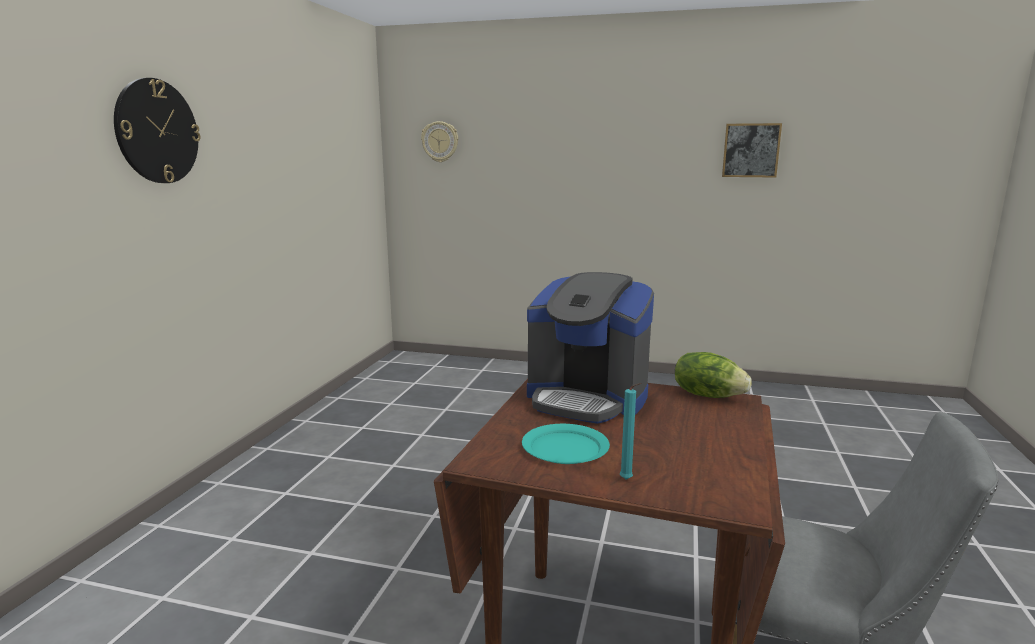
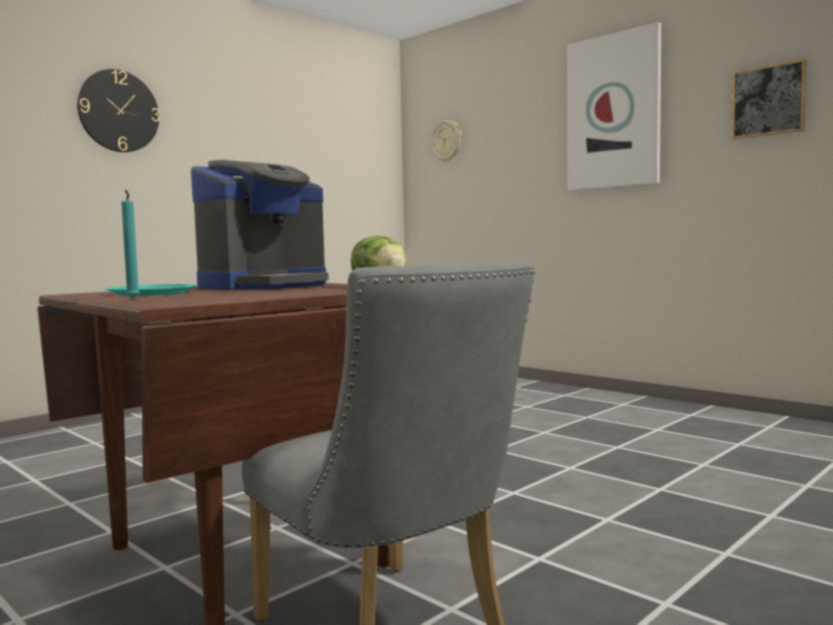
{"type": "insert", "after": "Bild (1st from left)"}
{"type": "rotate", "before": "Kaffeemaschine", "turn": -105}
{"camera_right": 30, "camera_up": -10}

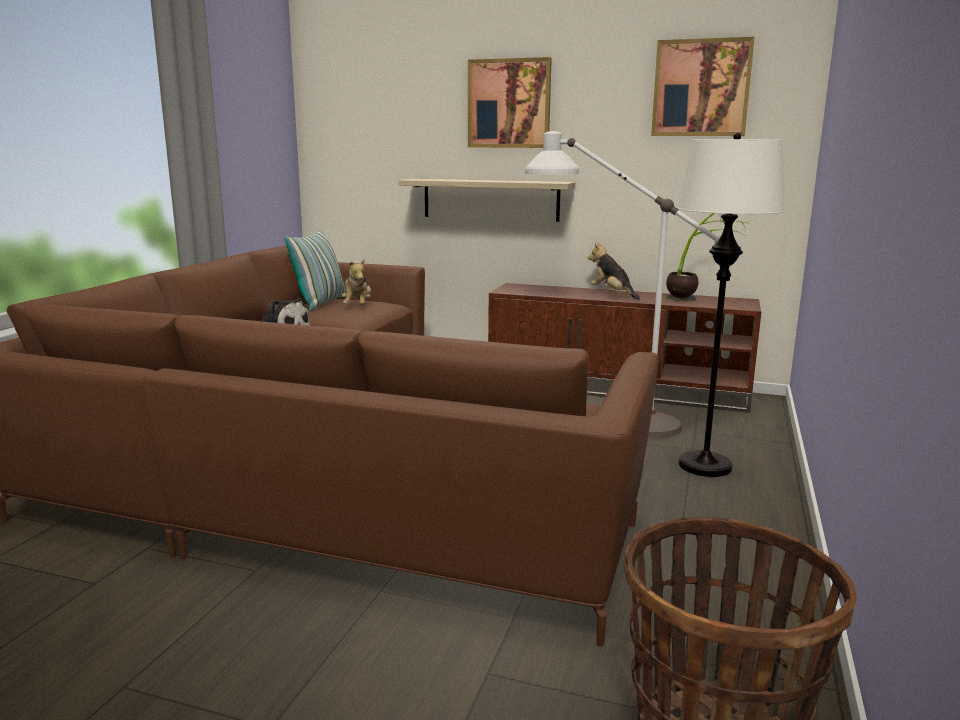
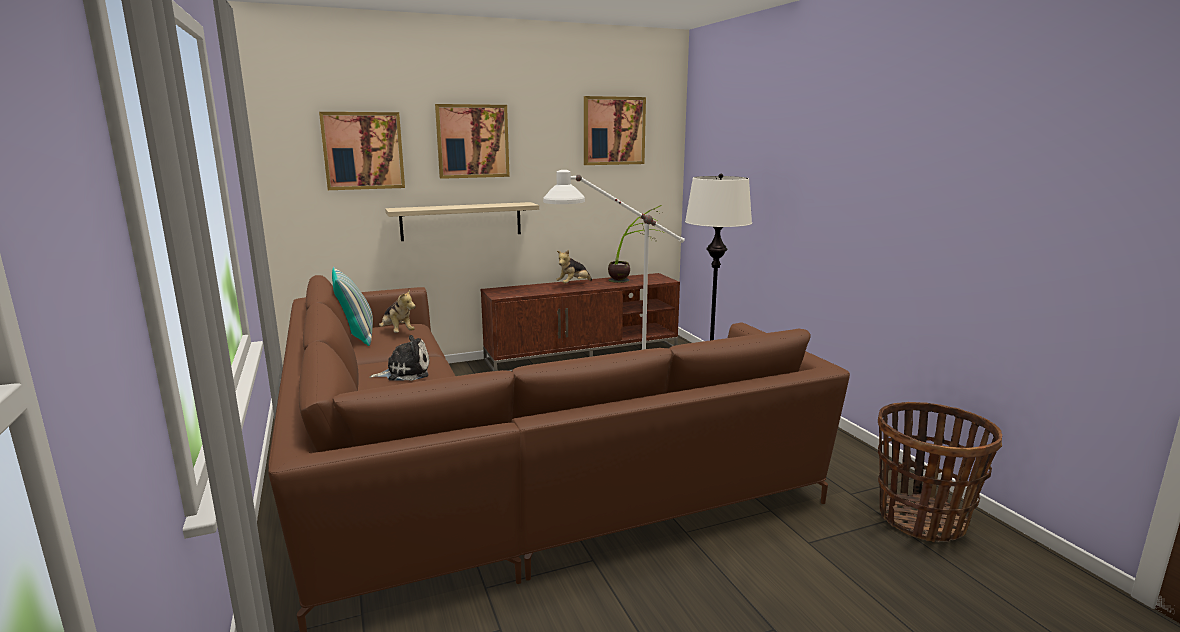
{"type": "insert", "after": "Bild (1st from left)"}
{"type": "rotate", "before": "Plüschtier (3rd from left)", "turn": -60}
{"camera_right": -40, "camera_up": 0}

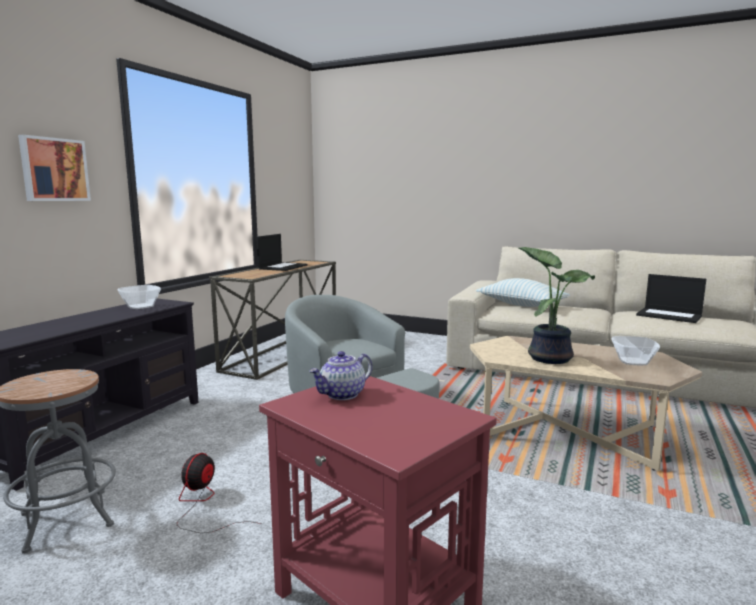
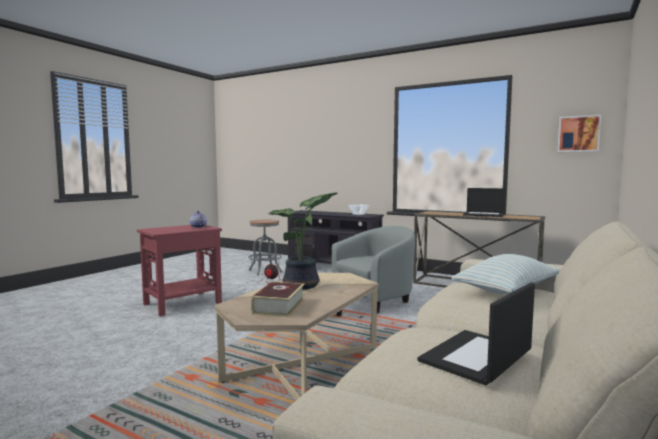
{"type": "move", "before": "Bild"}
{"type": "replace", "before": "Schüssel (2nd from left)", "after": "Buch"}
{"camera_right": 95, "camera_up": -5}

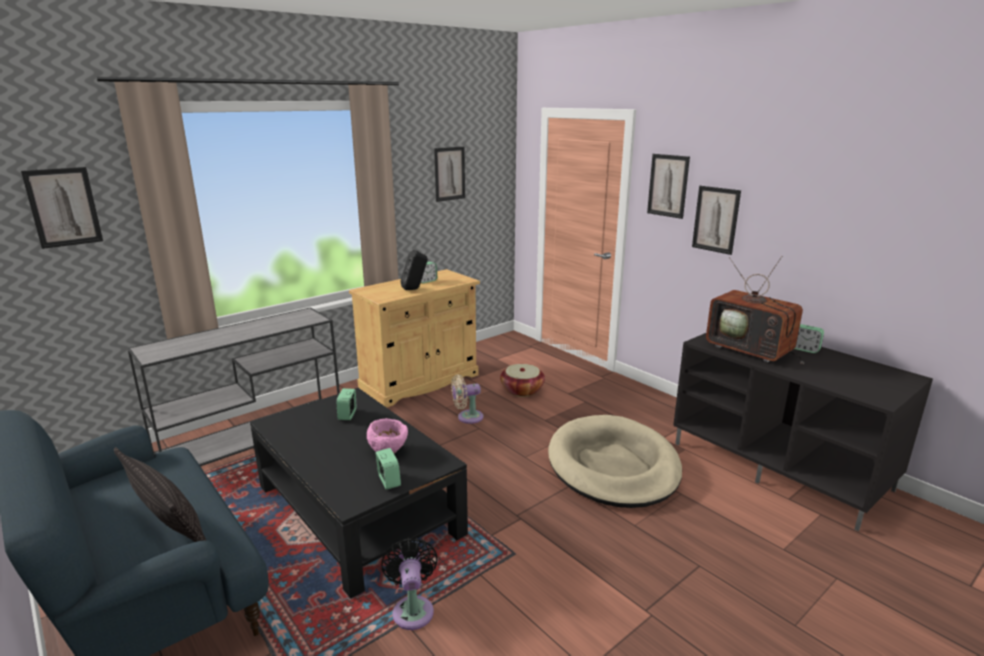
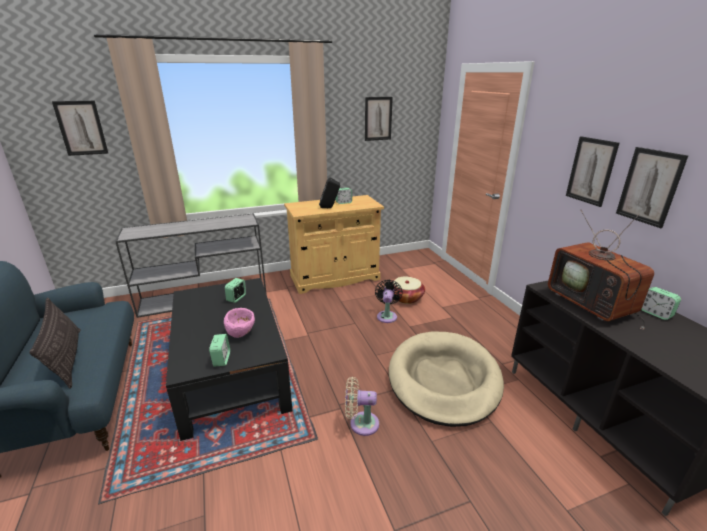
{"type": "move", "before": "Ventilator/schwarz"}
{"type": "move", "before": "Ventilator/beige"}
{"type": "move", "before": "Bild (3rd from left in the first image)", "after": "Bild (4th from left)"}
{"camera_right": 20, "camera_up": 5}

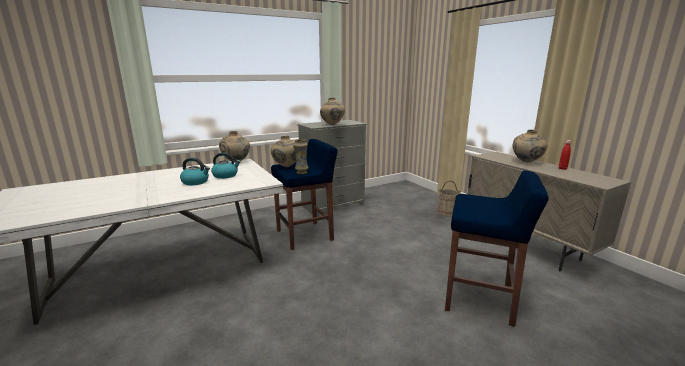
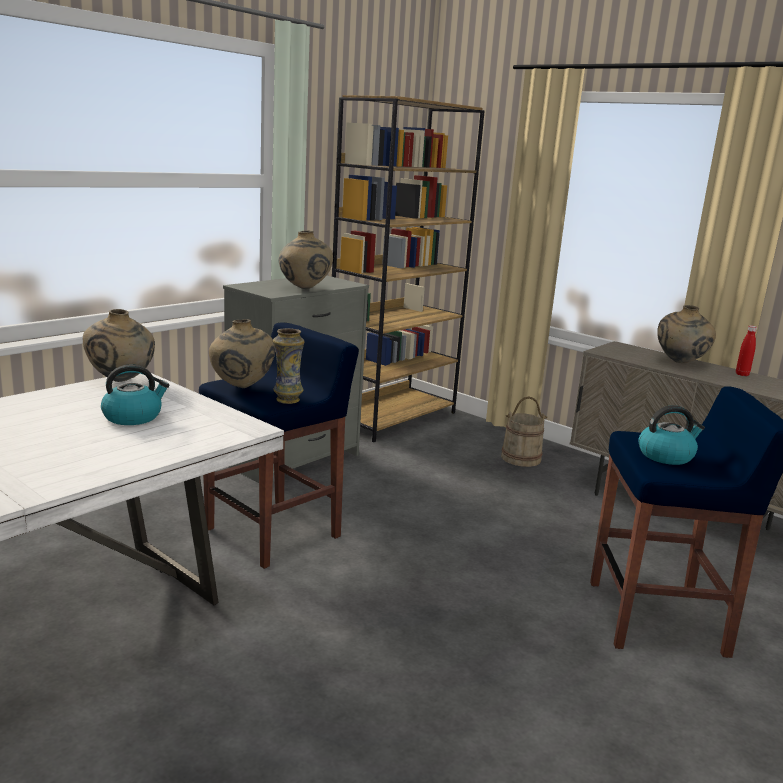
{"type": "insert", "after": "Bücherregal/braun"}
{"type": "move", "before": "Wasserkessel (1st from left in the first image)", "after": "Wasserkessel (2nd from left)"}
{"camera_right": -20, "camera_up": 0}

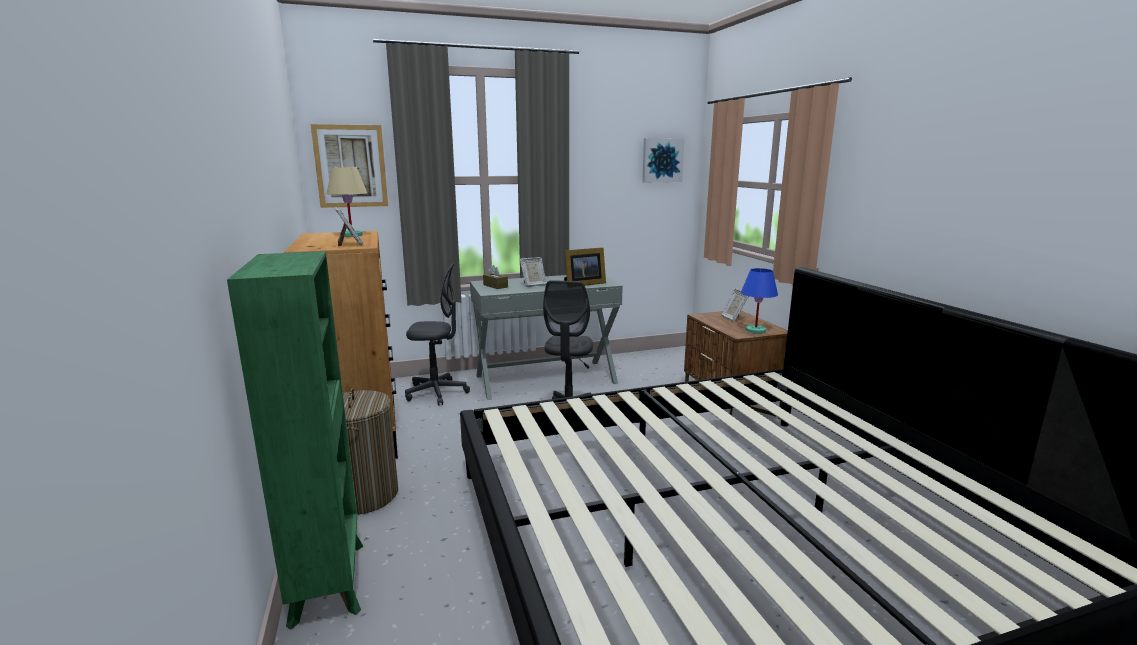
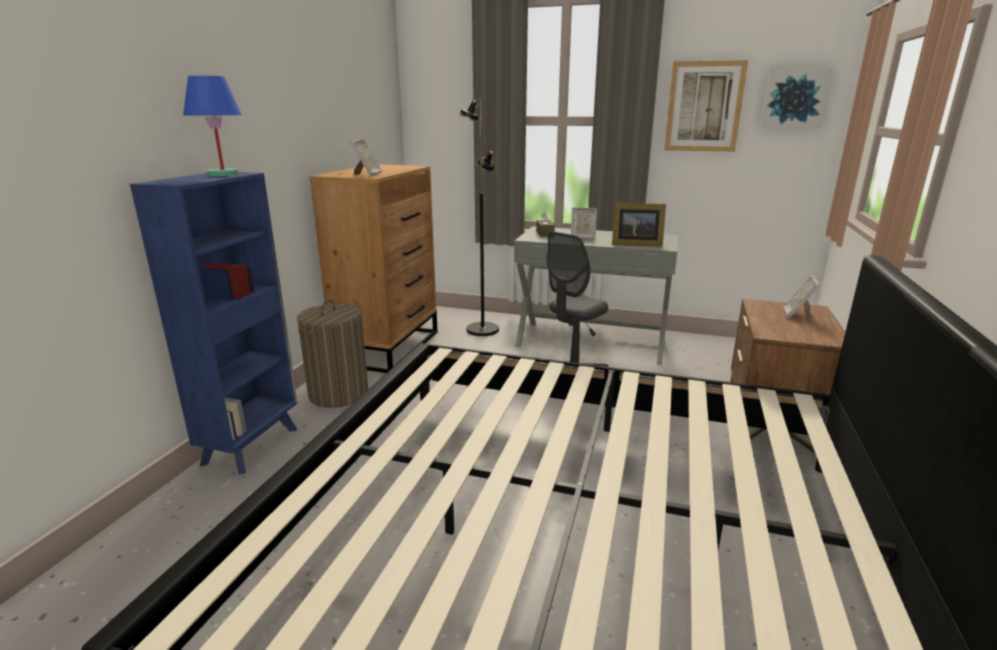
{"type": "delete", "before": "Tischlampe/beige"}
{"type": "move", "before": "Bild (1st from left)"}
{"type": "move", "before": "Tischlampe/blau"}
{"type": "replace", "before": "Bürostuhl/grau (1st from left)", "after": "Stehlampe/schwarz"}
{"type": "recolor", "before": "Bücherregal/grün", "after": "Bücherregal/blau"}
{"camera_right": 35, "camera_up": 5}

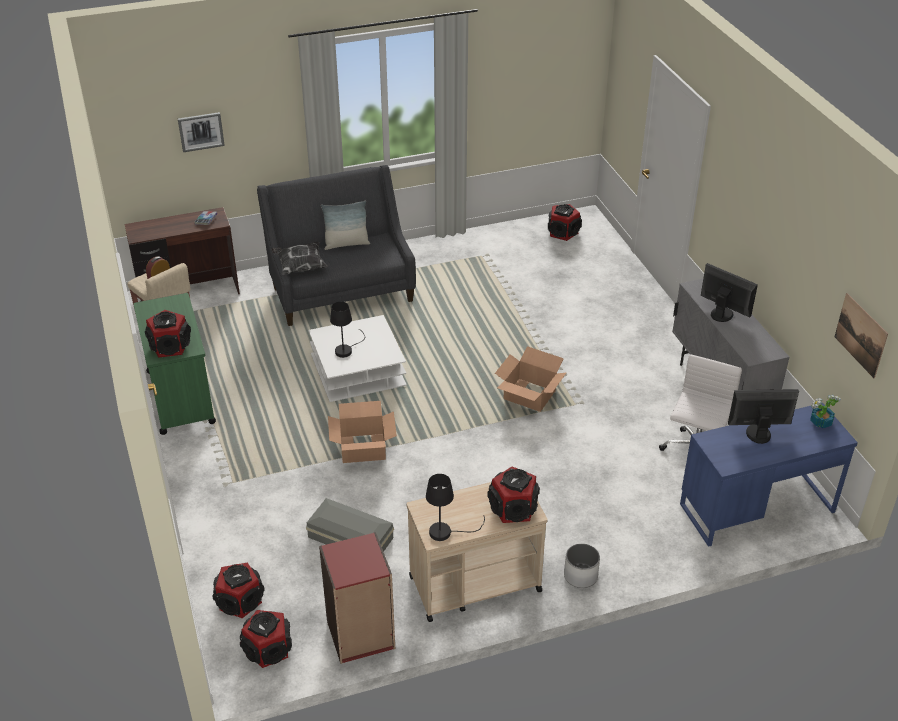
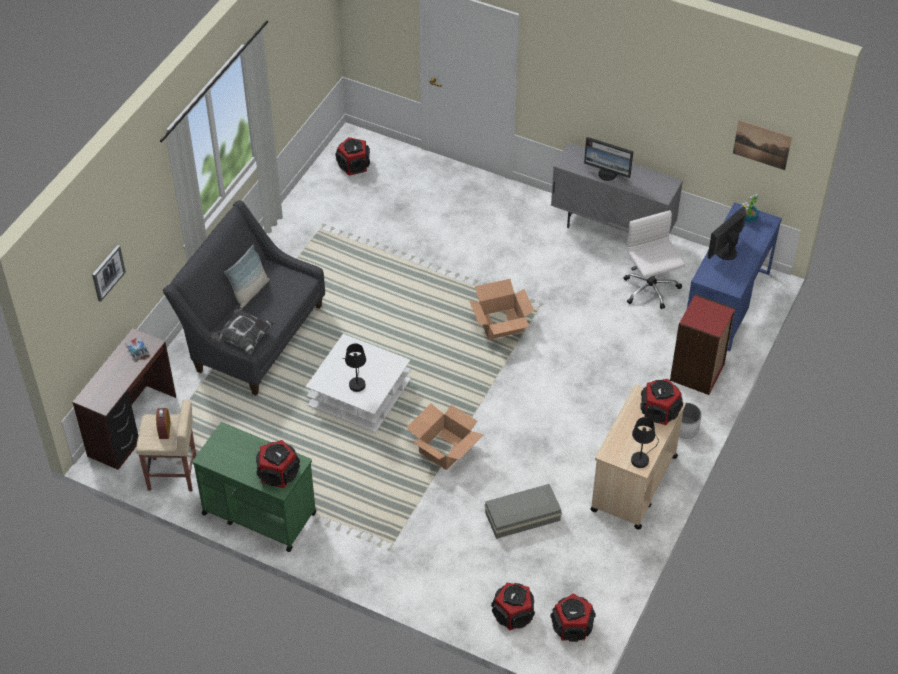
{"type": "move", "before": "Bücherregal/rot"}
{"type": "rotate", "before": "Monitor (1st from left)", "turn": -150}
{"camera_right": -45, "camera_up": 10}

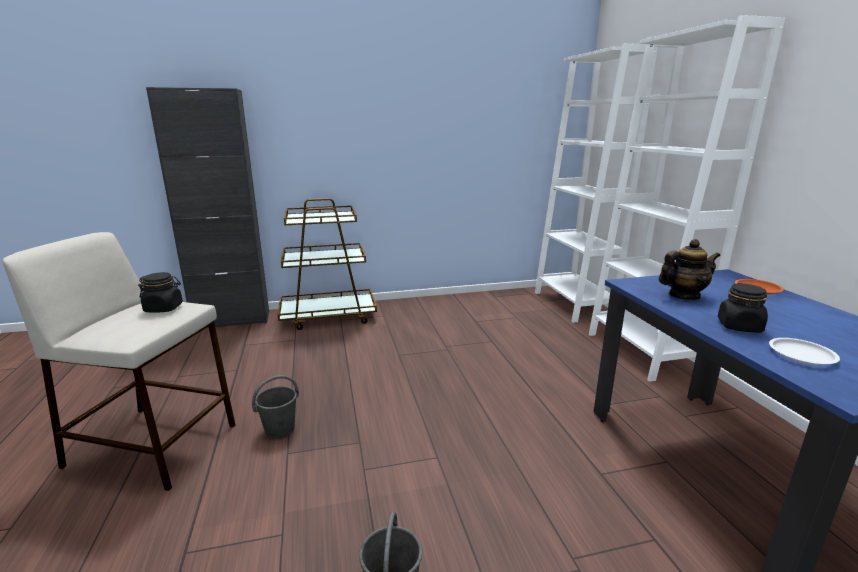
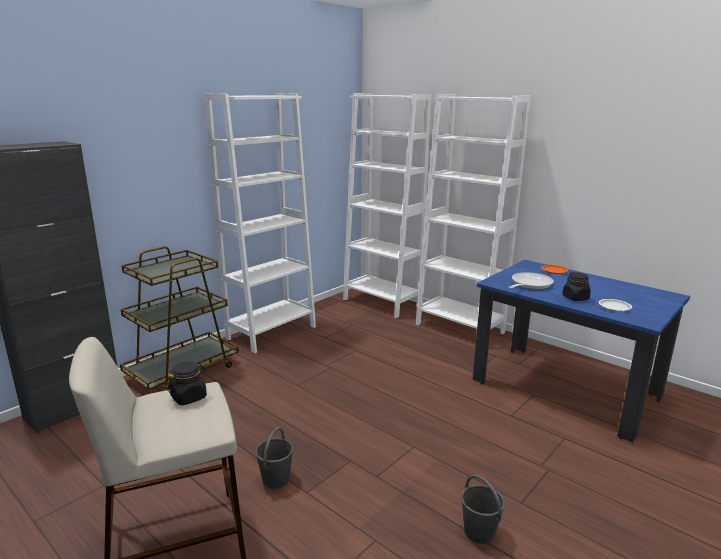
{"type": "insert", "after": "Bücherregal/weiß (1st from left)"}
{"type": "replace", "before": "Teekanne", "after": "Pfanne"}
{"camera_right": -35, "camera_up": 0}

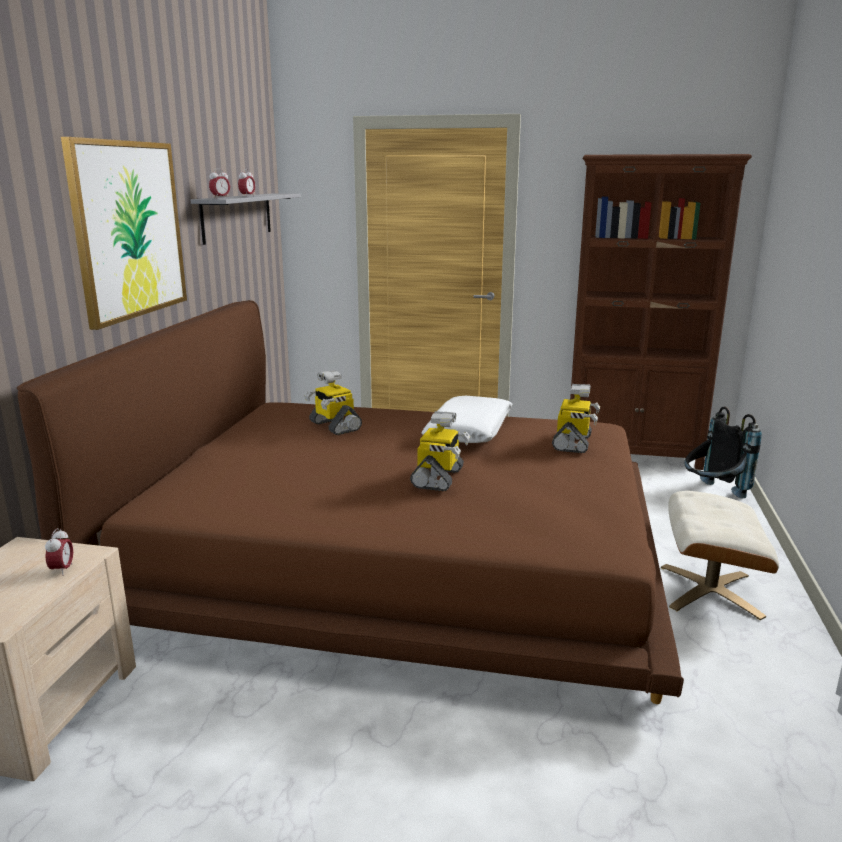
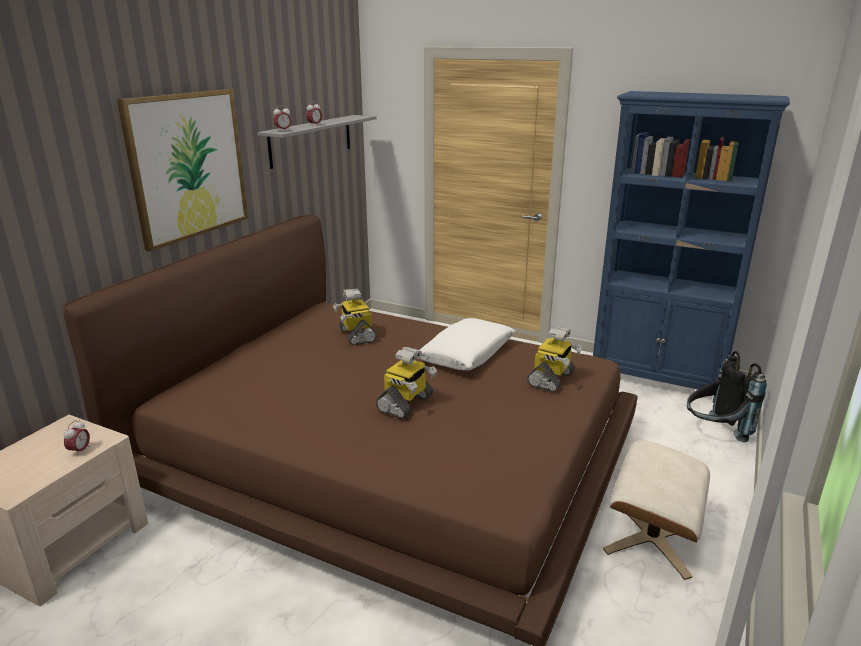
{"type": "recolor", "before": "Bücherregal/braun", "after": "Bücherregal/blau"}
{"camera_right": 15, "camera_up": 5}

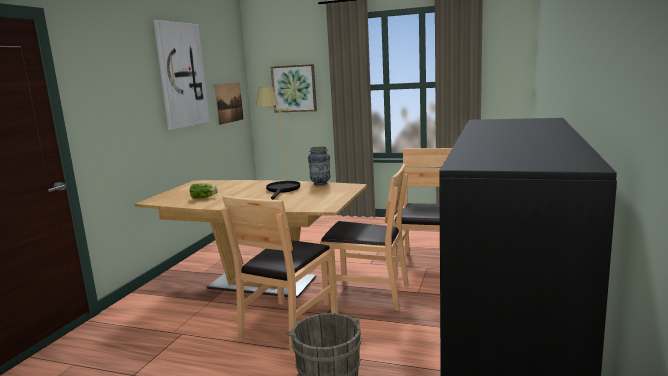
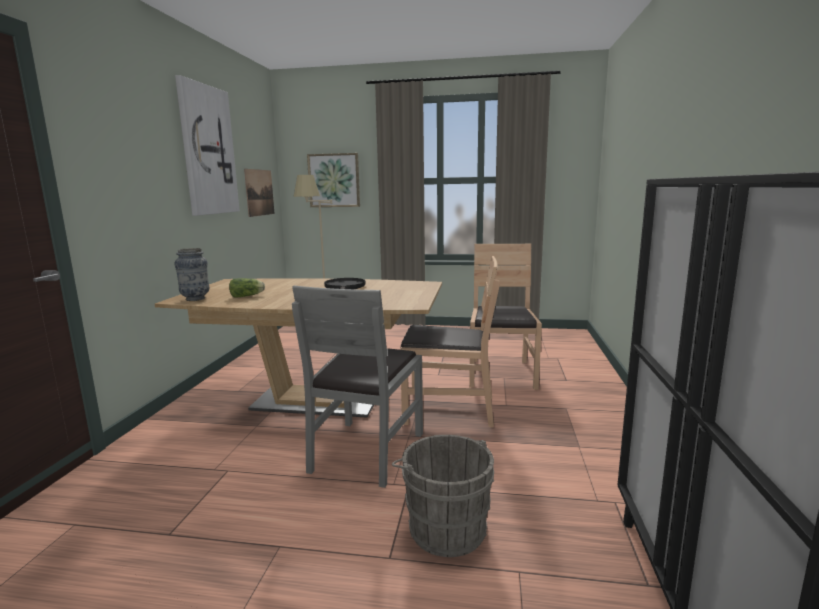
{"type": "move", "before": "Vase"}
{"type": "recolor", "before": "Stuhl/braun (1st from left)", "after": "Stuhl/grau"}
{"camera_right": -10, "camera_up": 0}

